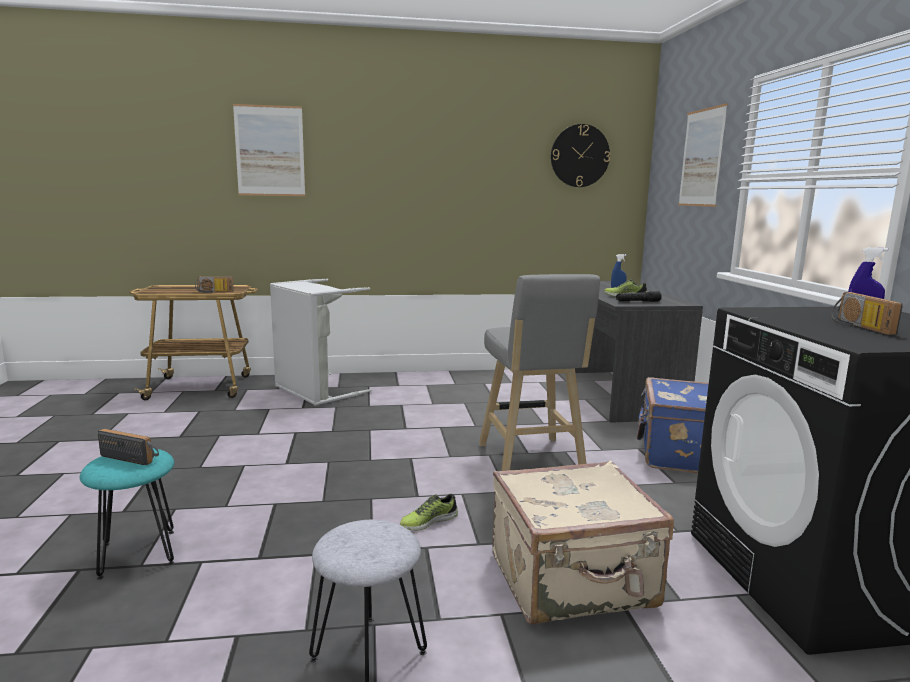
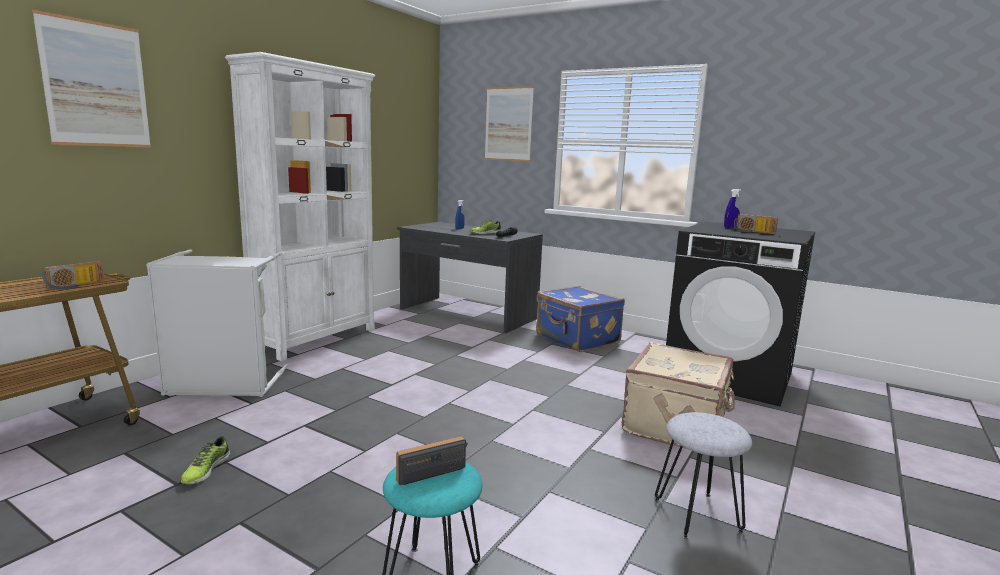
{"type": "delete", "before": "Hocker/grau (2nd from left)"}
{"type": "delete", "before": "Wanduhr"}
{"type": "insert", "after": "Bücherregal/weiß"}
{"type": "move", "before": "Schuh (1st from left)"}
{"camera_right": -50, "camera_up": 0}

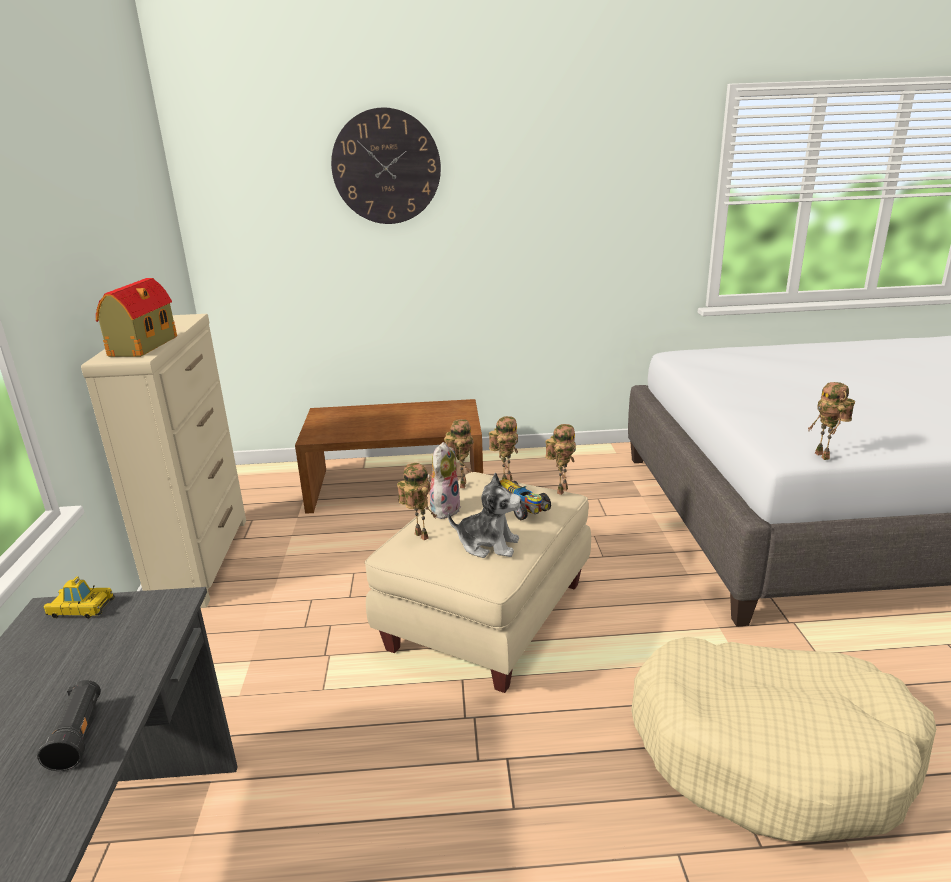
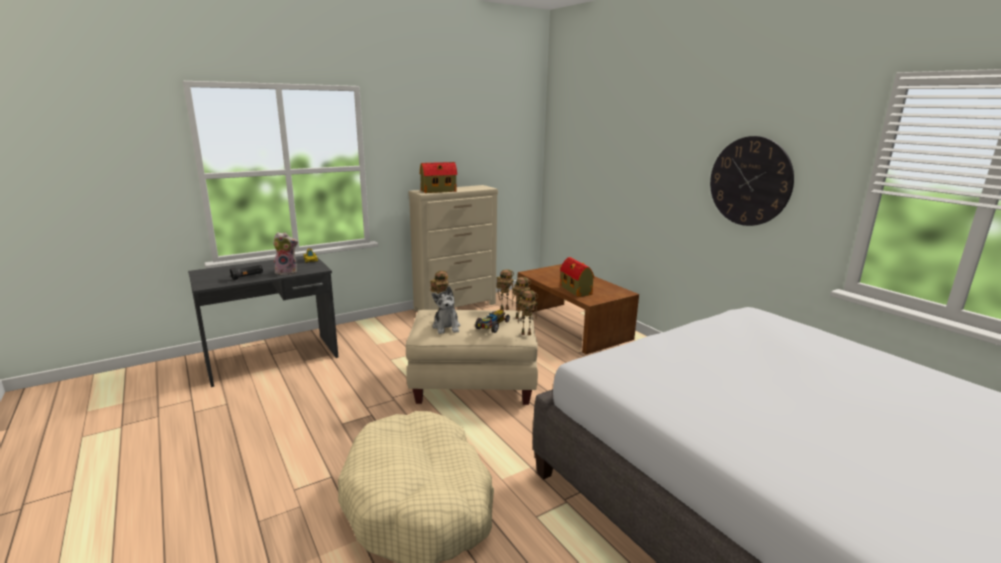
{"type": "delete", "before": "Spielzeugroboter (5th from left)"}
{"type": "insert", "after": "Spielzeughaus (2nd from left)"}
{"type": "move", "before": "Wanduhr"}
{"type": "move", "before": "Plüschtier (1st from left)"}
{"camera_right": 60, "camera_up": -5}

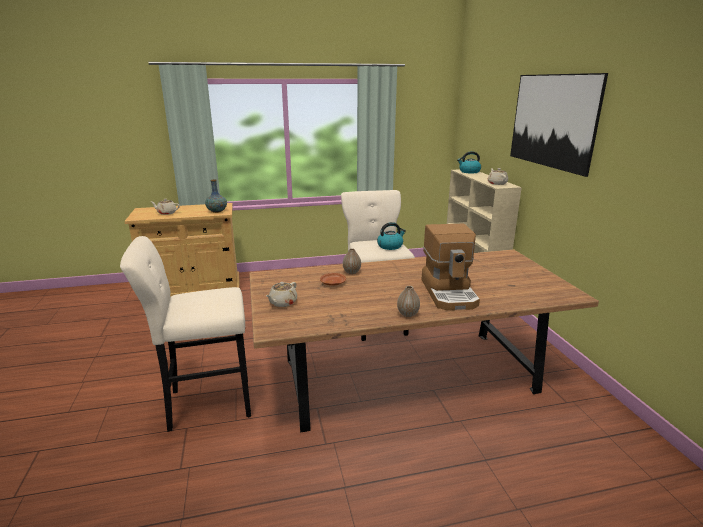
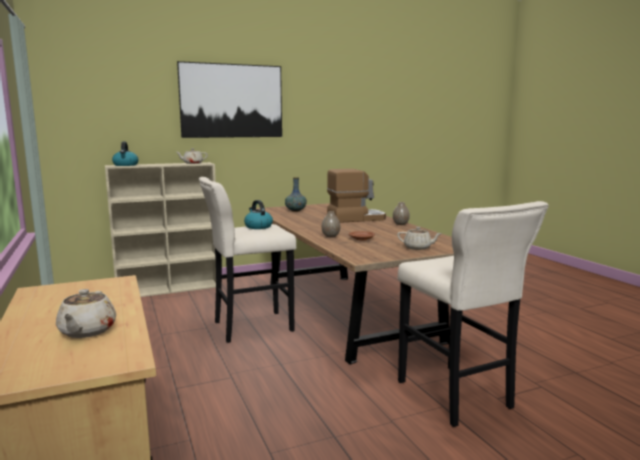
{"type": "move", "before": "Vase (1st from left)"}
{"camera_right": -100, "camera_up": -10}

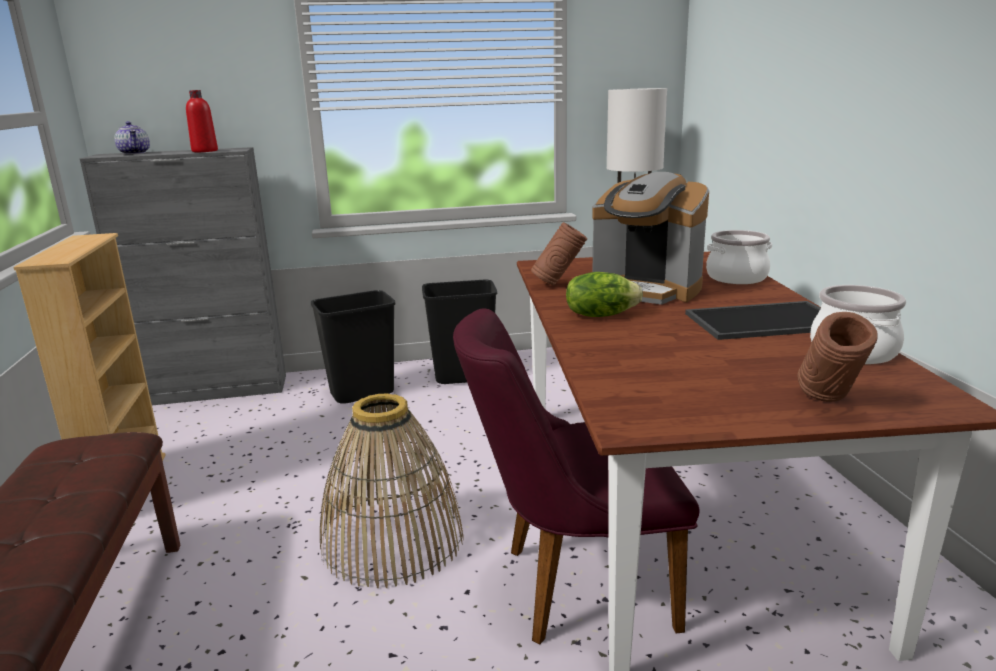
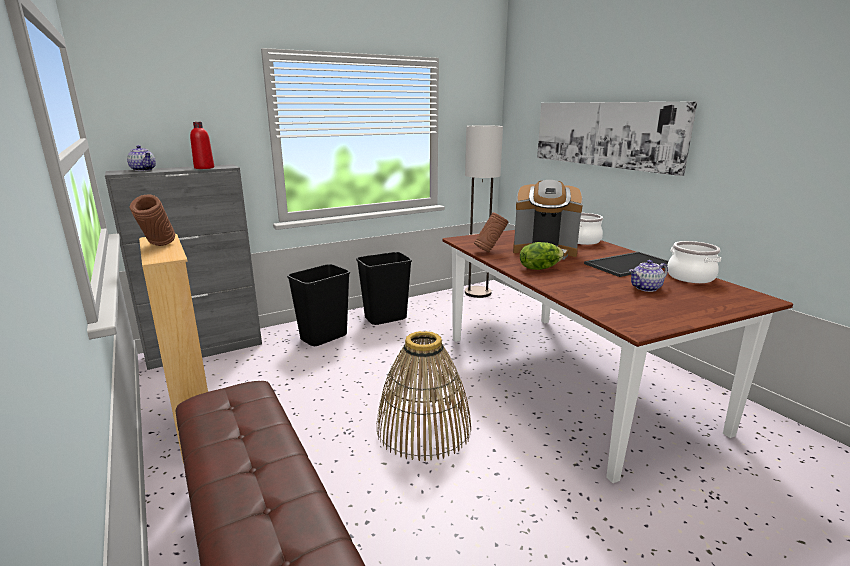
{"type": "delete", "before": "Stuhl/lila"}
{"type": "insert", "after": "Bild"}
{"type": "insert", "after": "Teekanne (2nd from left)"}
{"type": "move", "before": "Vase/braun (2nd from left in the first image)", "after": "Vase/braun (1st from left)"}
{"camera_right": -20, "camera_up": 0}

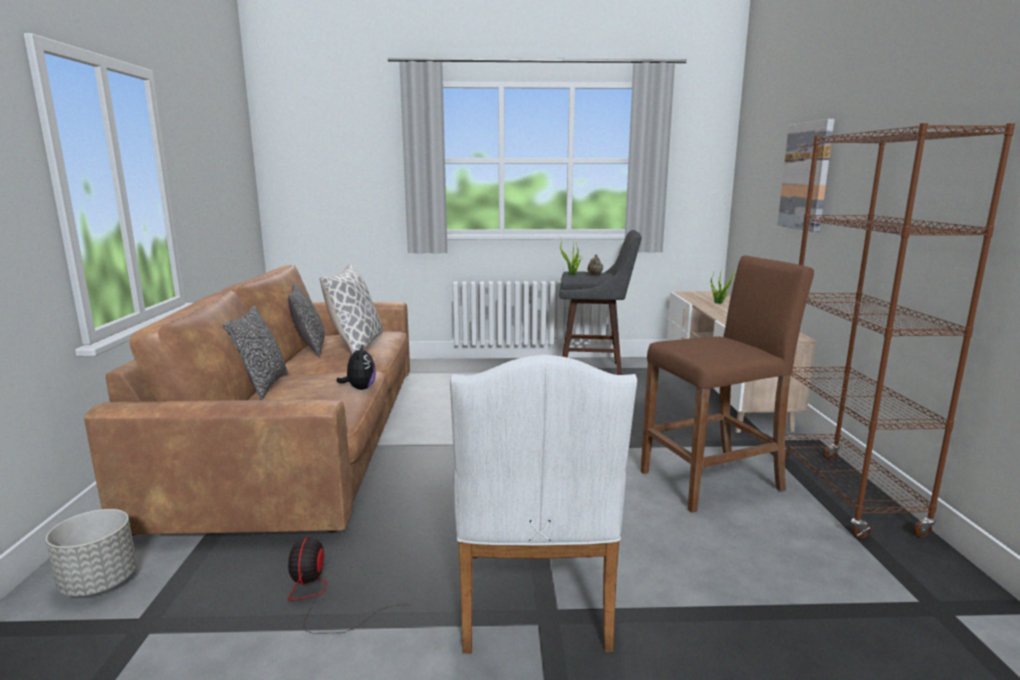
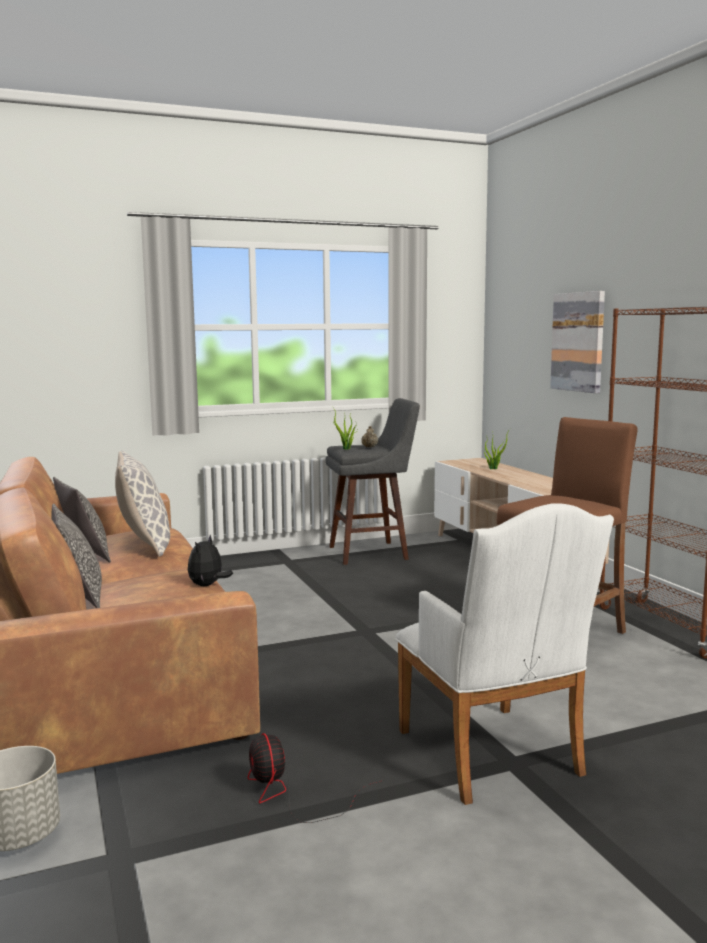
{"type": "rotate", "before": "Plüschtier", "turn": -135}
{"camera_right": -20, "camera_up": -5}

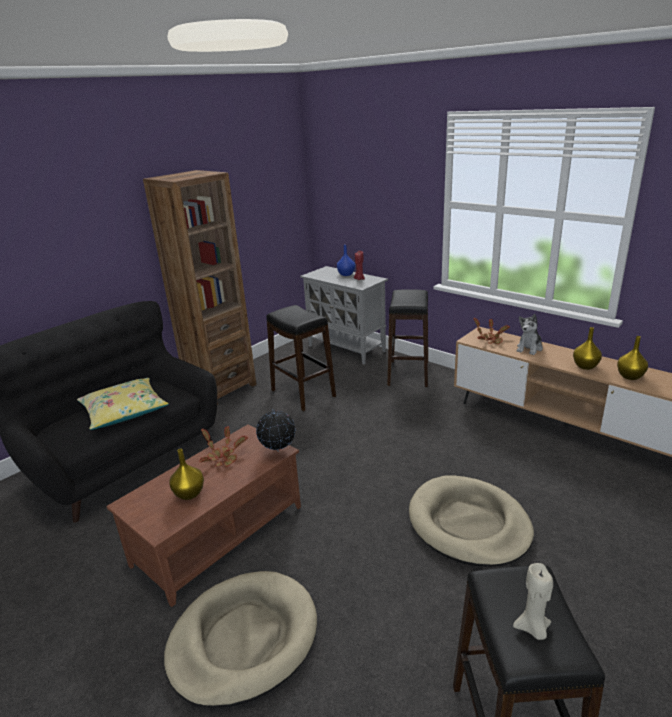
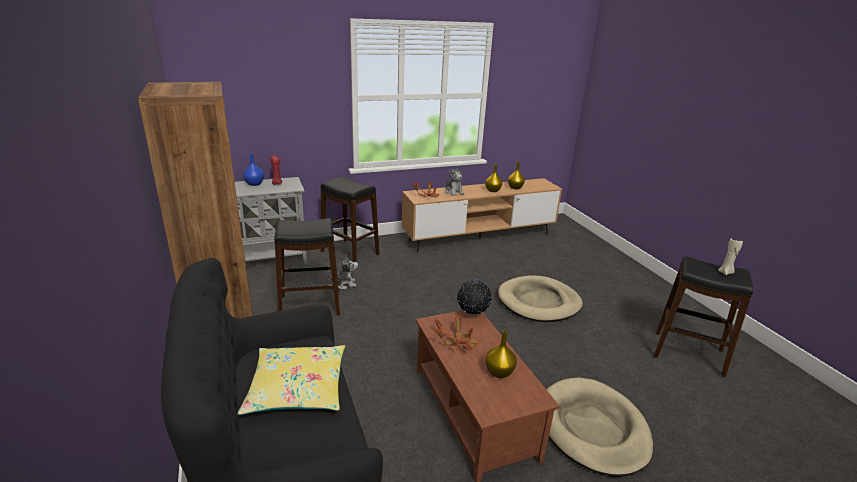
{"type": "insert", "after": "Plüschtier (1st from left)"}
{"camera_right": -65, "camera_up": 0}

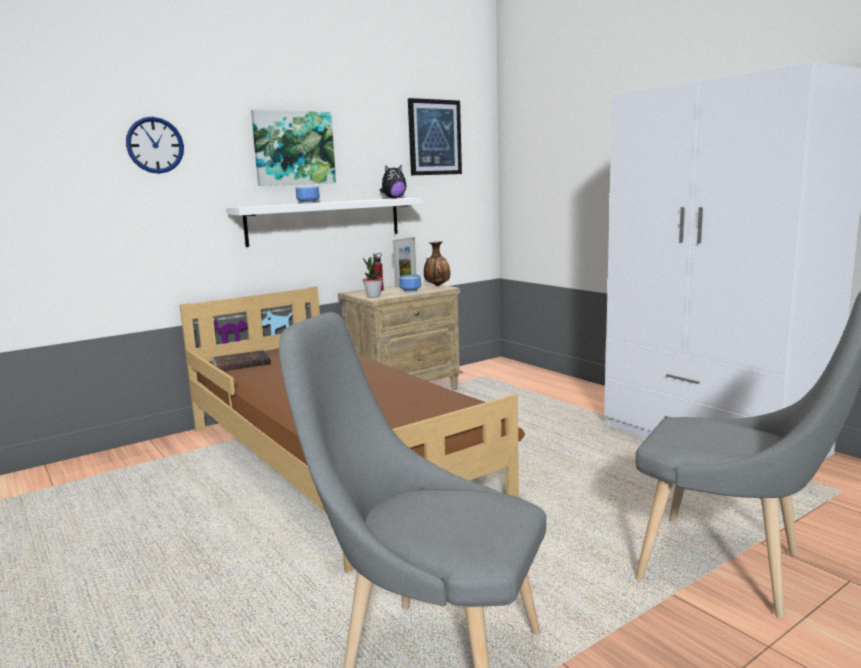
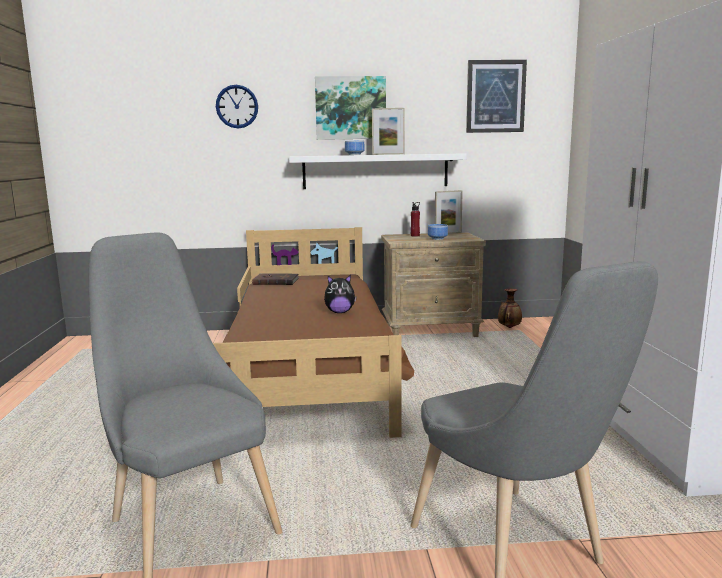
{"type": "delete", "before": "Topfpflanze"}
{"type": "insert", "after": "Bilderrahmen (1st from left)"}
{"type": "move", "before": "Plüschtier"}
{"type": "move", "before": "Vase"}
{"camera_right": 30, "camera_up": 0}

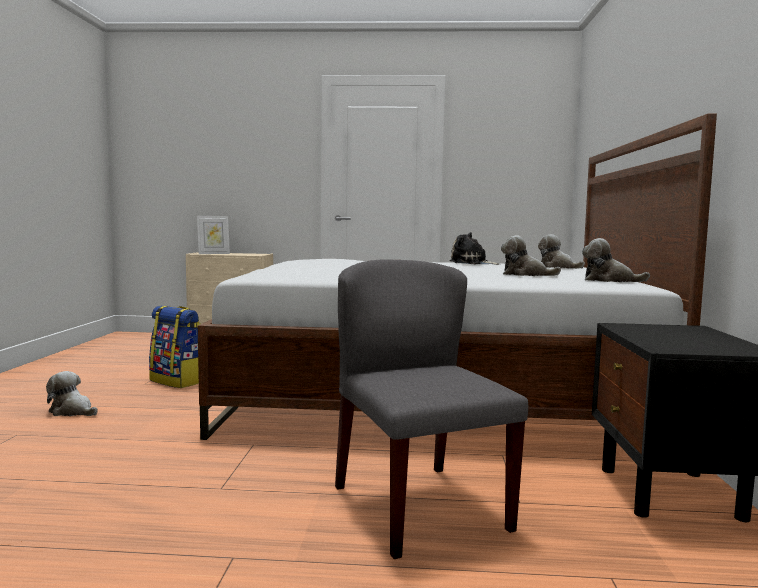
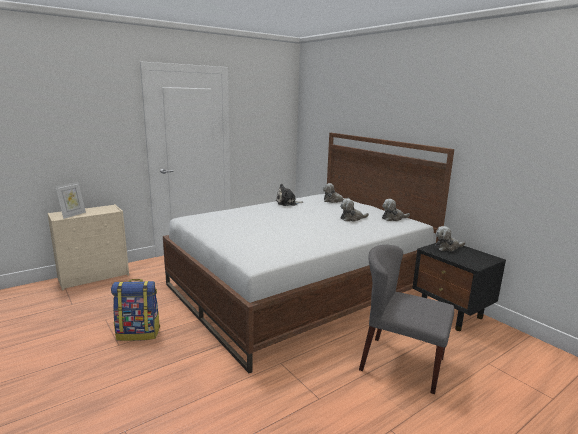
{"type": "move", "before": "Plüschtier (1st from left in the first image)", "after": "Plüschtier (5th from left)"}
{"camera_right": -40, "camera_up": 10}

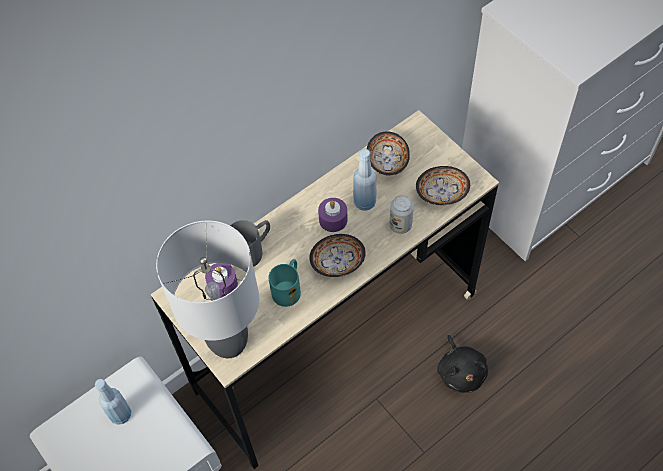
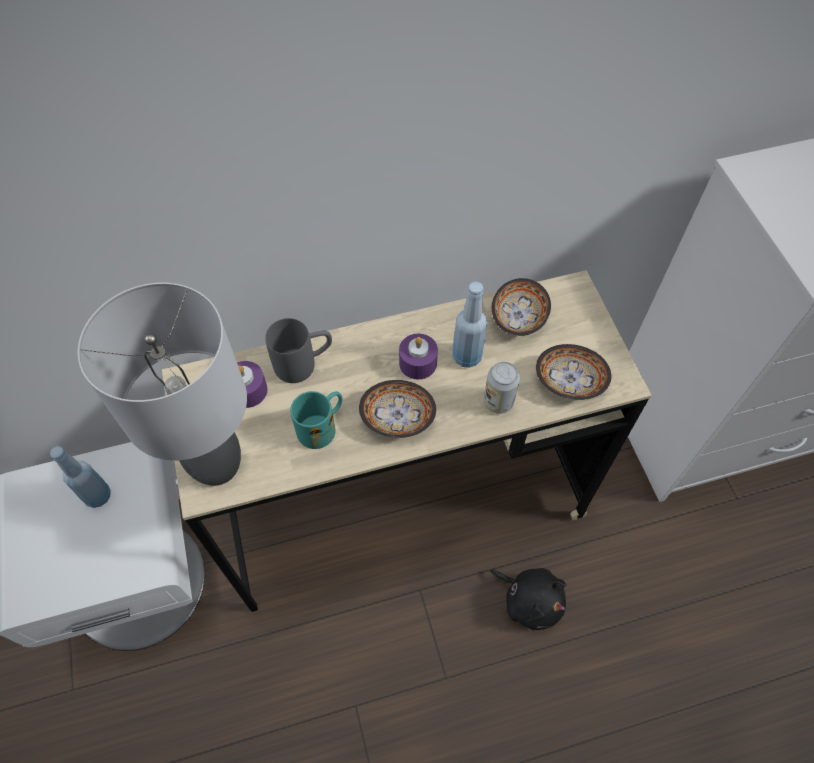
{"type": "rotate", "before": "Plüschtier/schwarz", "turn": -60}
{"camera_right": 20, "camera_up": 0}

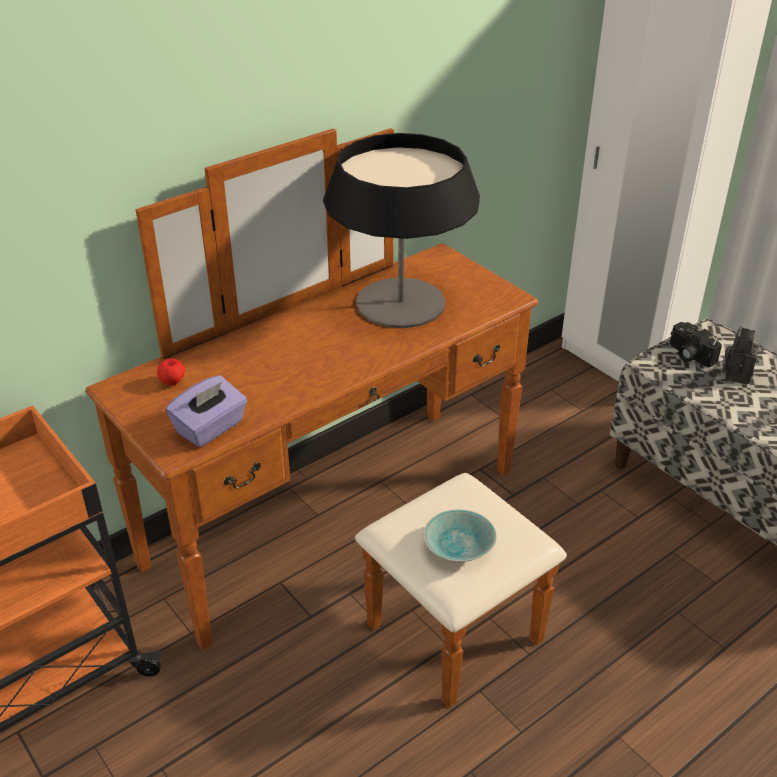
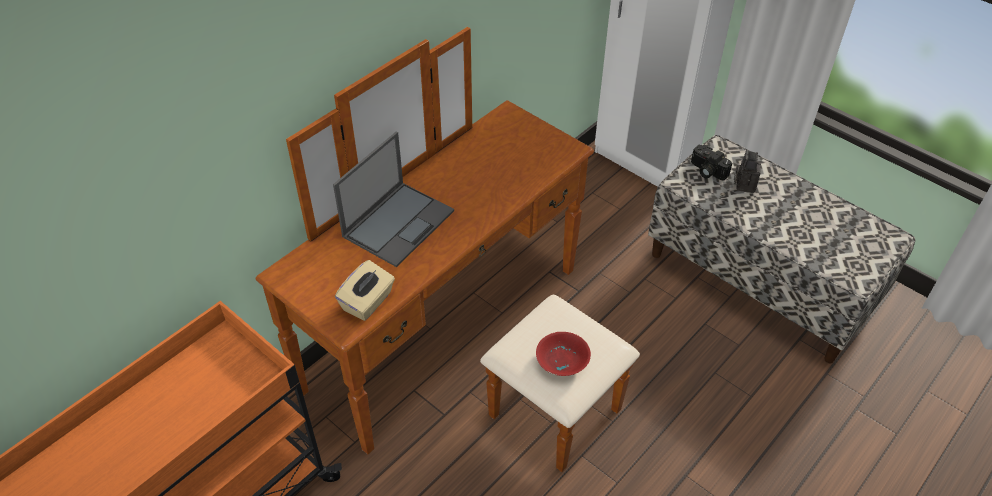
{"type": "delete", "before": "Apfel"}
{"type": "delete", "before": "Tischlampe"}
{"type": "insert", "after": "Laptop"}
{"type": "recolor", "before": "Taschentuchbox/lila", "after": "Taschentuchbox/beige"}
{"type": "recolor", "before": "Schüssel/türkis", "after": "Schüssel/rot"}
{"camera_right": -10, "camera_up": 10}

